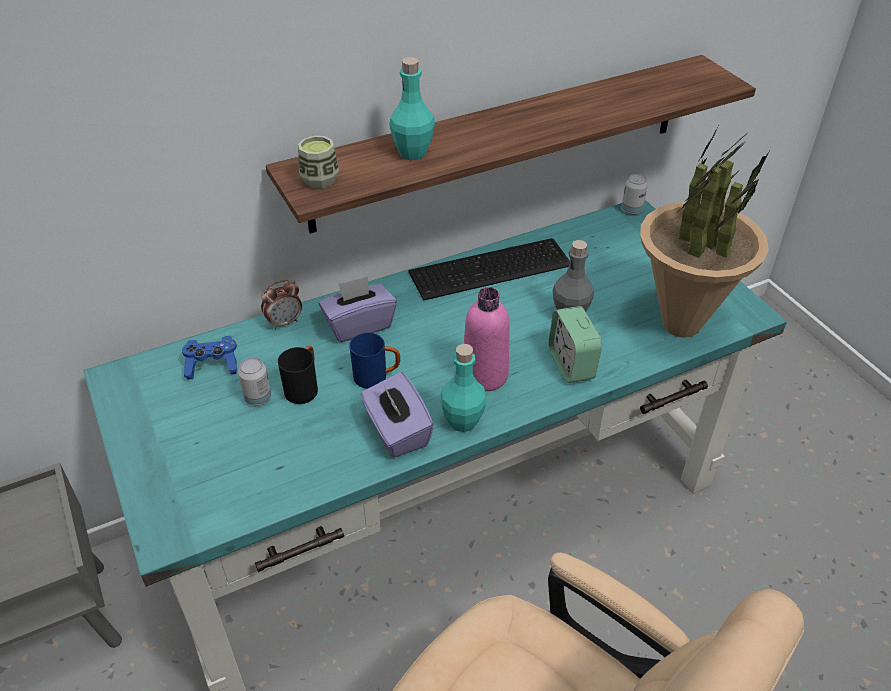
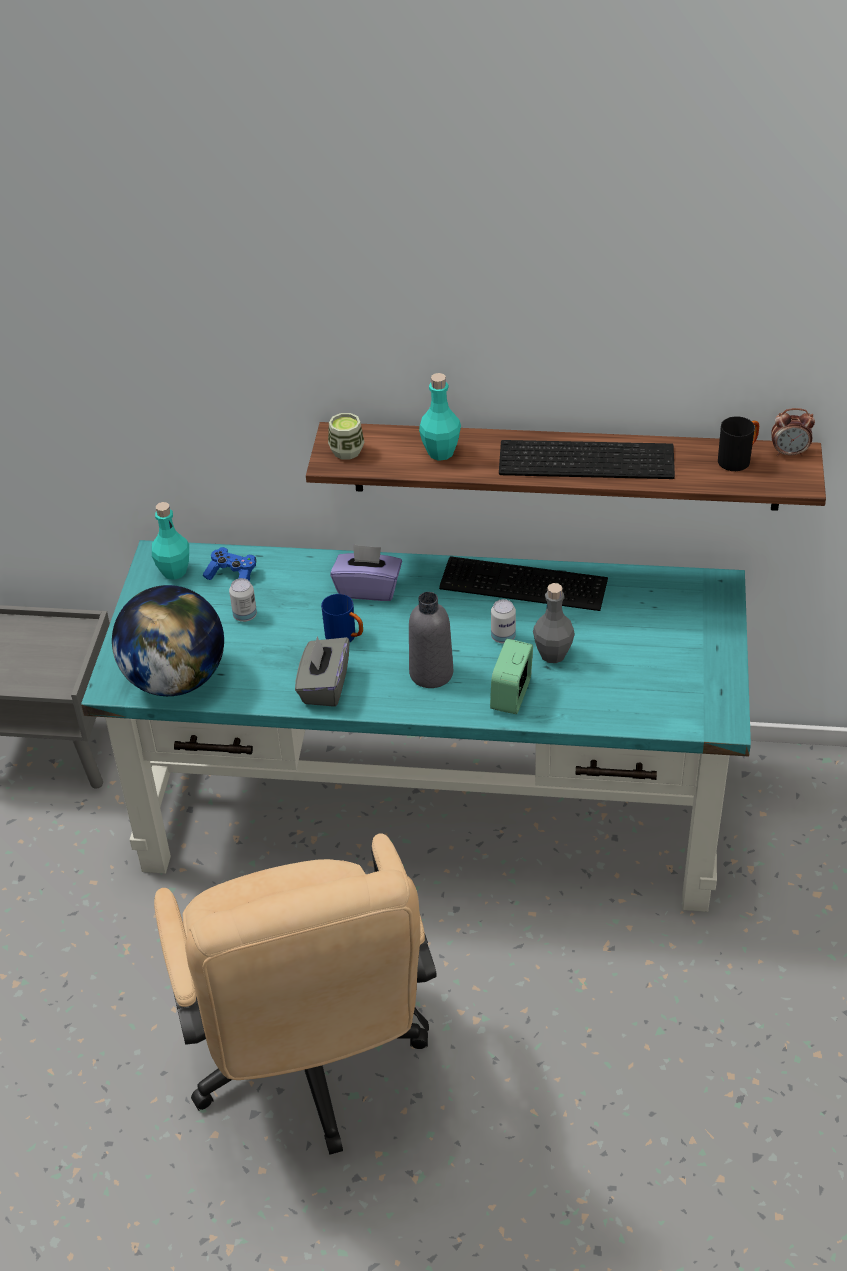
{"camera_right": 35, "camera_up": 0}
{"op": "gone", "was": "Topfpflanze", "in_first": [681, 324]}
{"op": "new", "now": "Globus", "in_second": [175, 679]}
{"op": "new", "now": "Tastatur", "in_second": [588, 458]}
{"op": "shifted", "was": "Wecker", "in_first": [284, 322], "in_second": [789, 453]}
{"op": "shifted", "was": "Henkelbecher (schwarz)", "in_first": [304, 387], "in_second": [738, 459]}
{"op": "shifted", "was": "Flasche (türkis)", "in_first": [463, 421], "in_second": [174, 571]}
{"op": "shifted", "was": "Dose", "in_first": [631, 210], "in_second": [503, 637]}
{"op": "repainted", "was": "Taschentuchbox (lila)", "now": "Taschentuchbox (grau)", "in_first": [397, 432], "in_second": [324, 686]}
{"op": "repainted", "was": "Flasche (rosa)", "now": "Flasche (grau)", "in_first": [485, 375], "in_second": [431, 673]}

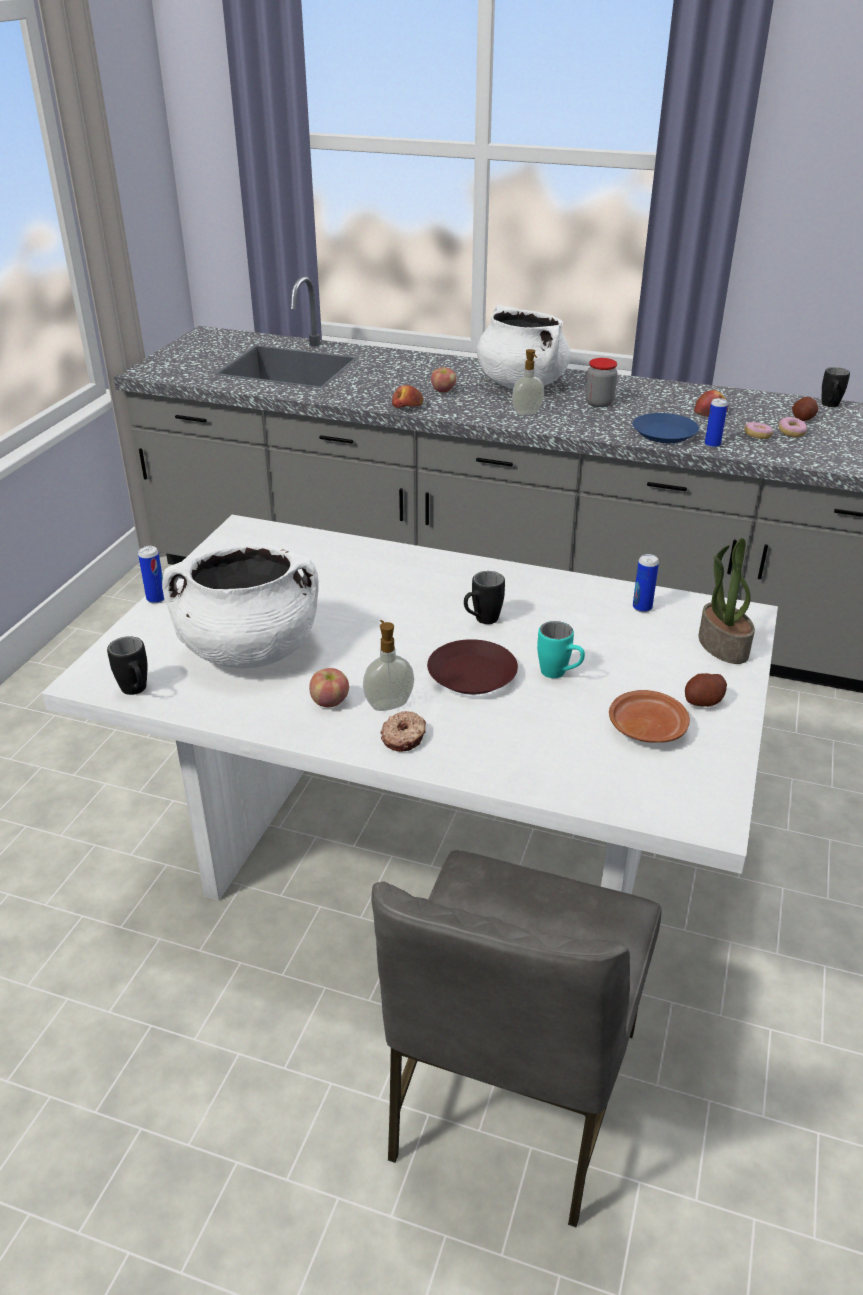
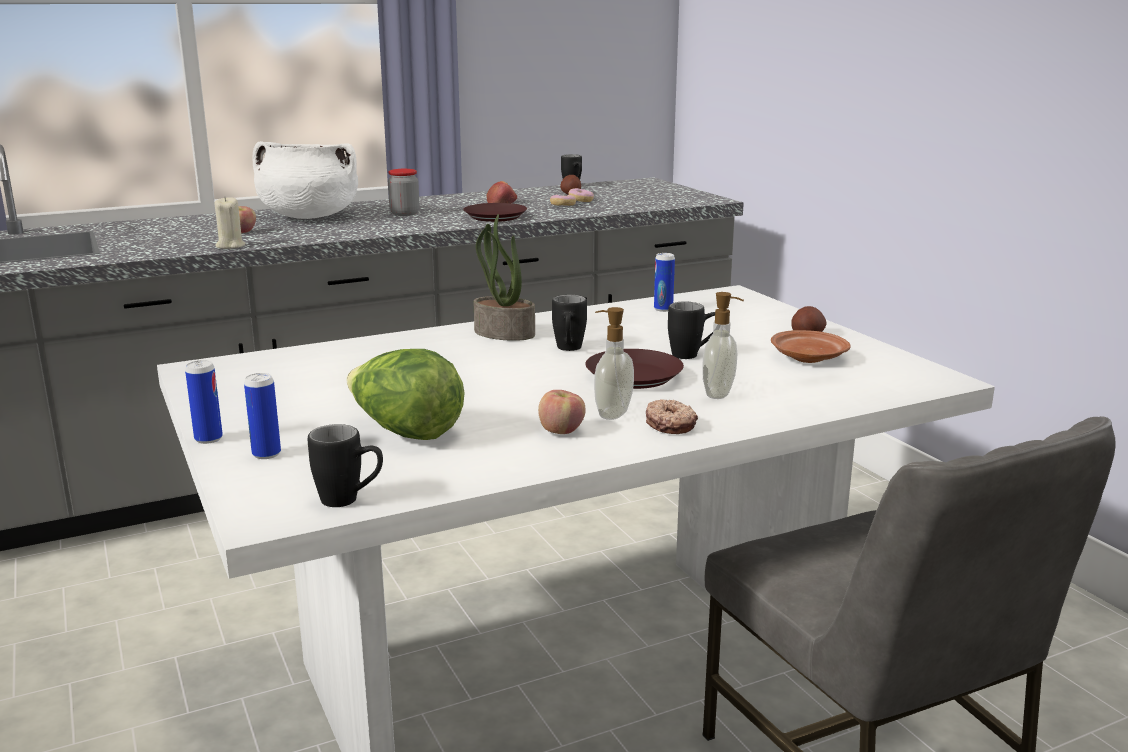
{"camera_right": -45, "camera_up": -15}
{"op": "shifted", "was": "Seifenspender", "in_first": [527, 413], "in_second": [719, 394]}
{"op": "shifted", "was": "Topfpflanze", "in_first": [721, 645], "in_second": [503, 333]}
{"op": "shifted", "was": "Dose", "in_first": [712, 445], "in_second": [266, 454]}
{"op": "swapped", "was": "Kochtopf (weiß)", "now": "Salatkopf", "in_first": [249, 650], "in_second": [405, 432]}
{"op": "swapped", "was": "Apfel", "now": "Kerze (beige)", "in_first": [407, 407], "in_second": [230, 246]}
{"op": "repainted", "was": "Henkelbecher (türkis)", "now": "Henkelbecher (schwarz)", "in_first": [559, 675], "in_second": [693, 355]}
{"op": "repainted", "was": "Teller (blau)", "now": "Teller (braun)", "in_first": [664, 433], "in_second": [494, 217]}

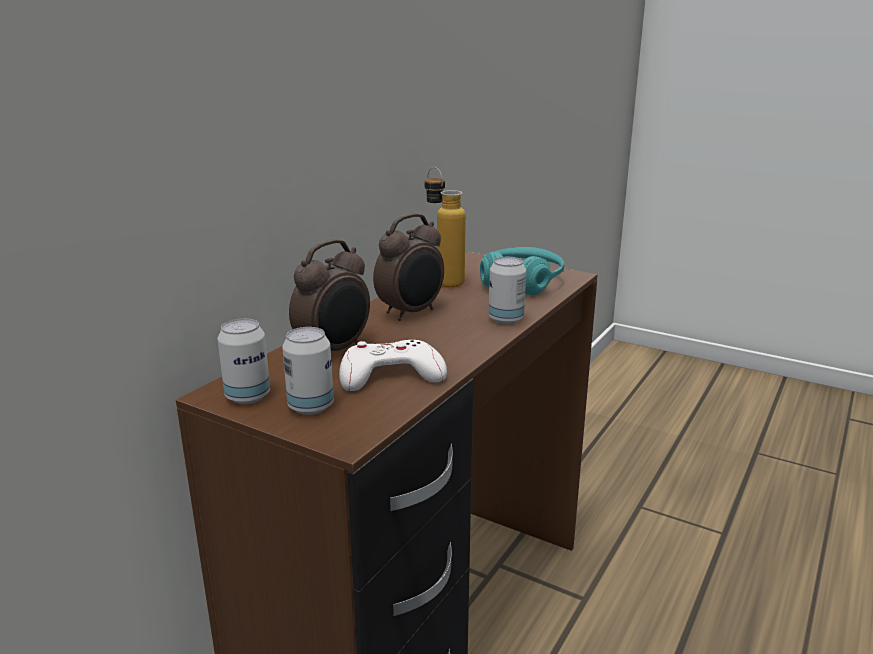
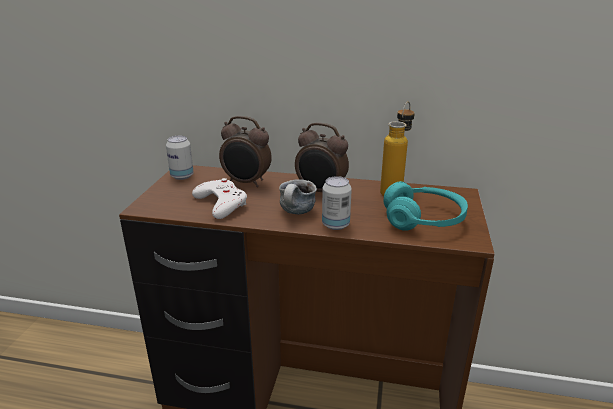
{"camera_right": 70, "camera_up": 5}
{"op": "gone", "was": "Dose", "in_first": [311, 407]}
{"op": "new", "now": "Henkelbecher", "in_second": [297, 213]}

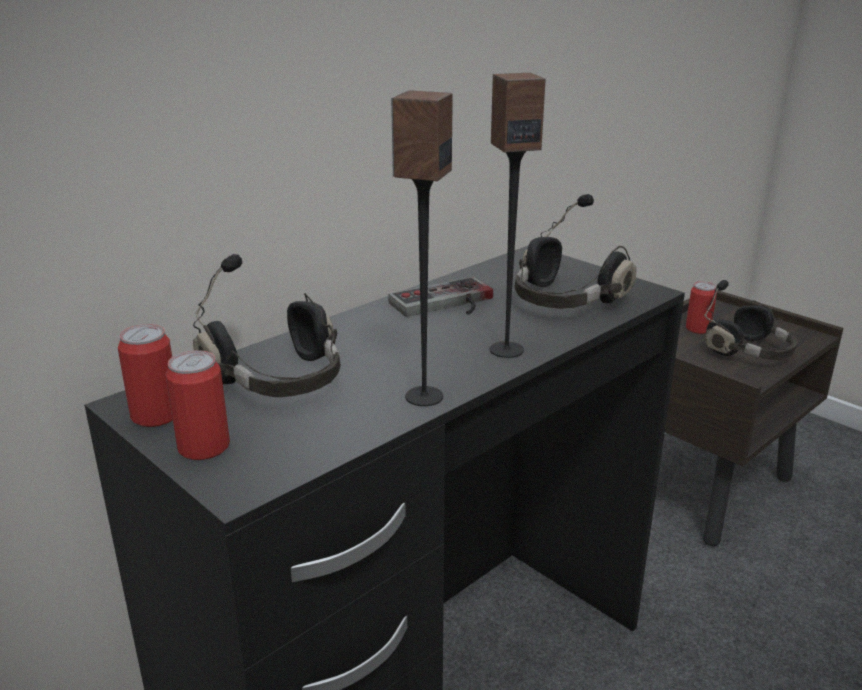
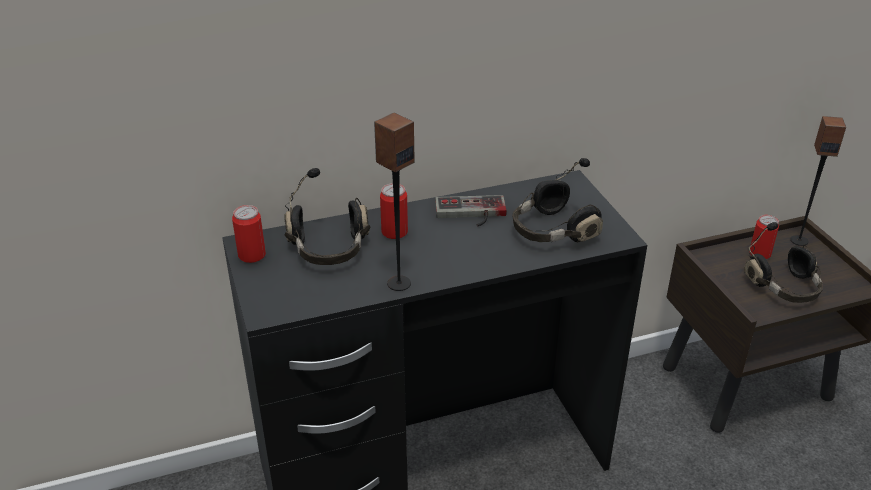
{"camera_right": 25, "camera_up": 10}
{"op": "shifted", "was": "Dose", "in_first": [203, 447], "in_second": [394, 232]}
{"op": "shifted", "was": "Lautsprecher", "in_first": [506, 349], "in_second": [799, 240]}

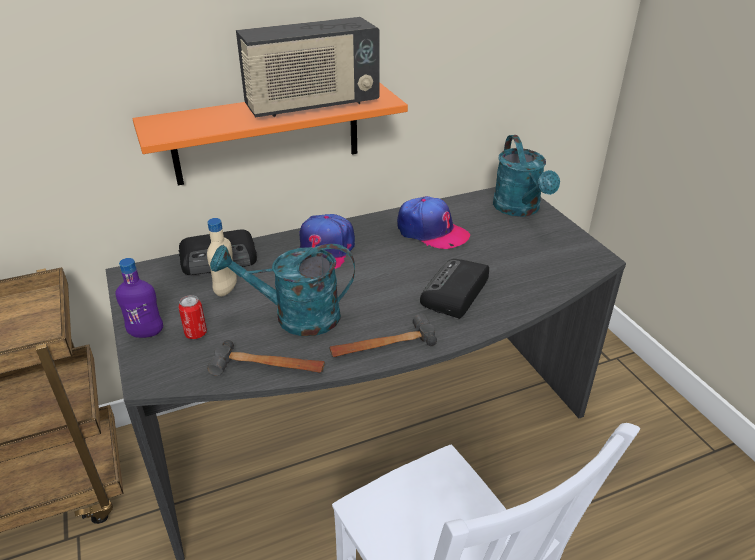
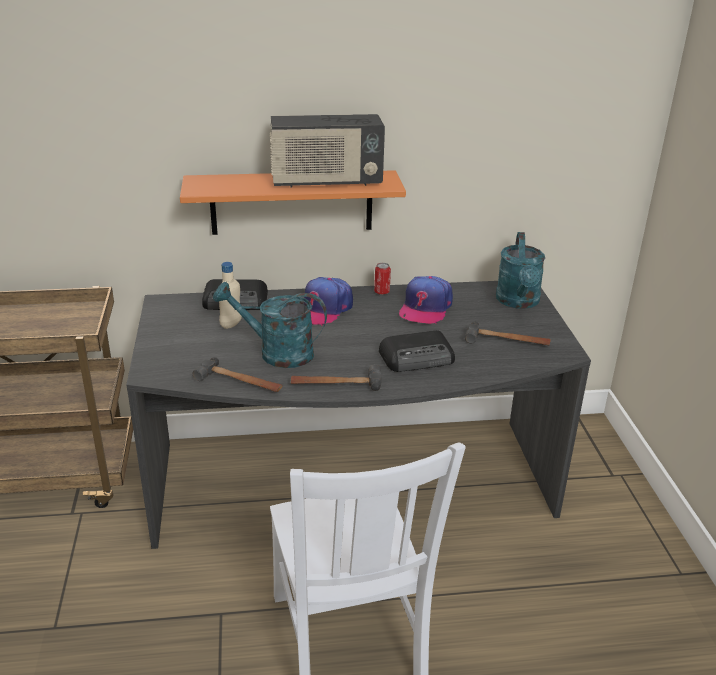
{"camera_right": 15, "camera_up": -5}
{"op": "gone", "was": "Flasche (lila)", "in_first": [146, 333]}
{"op": "new", "now": "Hammer", "in_second": [507, 341]}
{"op": "shifted", "was": "Dose", "in_first": [196, 333], "in_second": [382, 292]}
{"op": "rotated", "was": "Kappe", "in_first": [431, 231], "in_second": [425, 308], "clockwise": 60}
{"op": "rotated", "was": "Radio", "in_first": [455, 293], "in_second": [418, 357], "clockwise": -150}

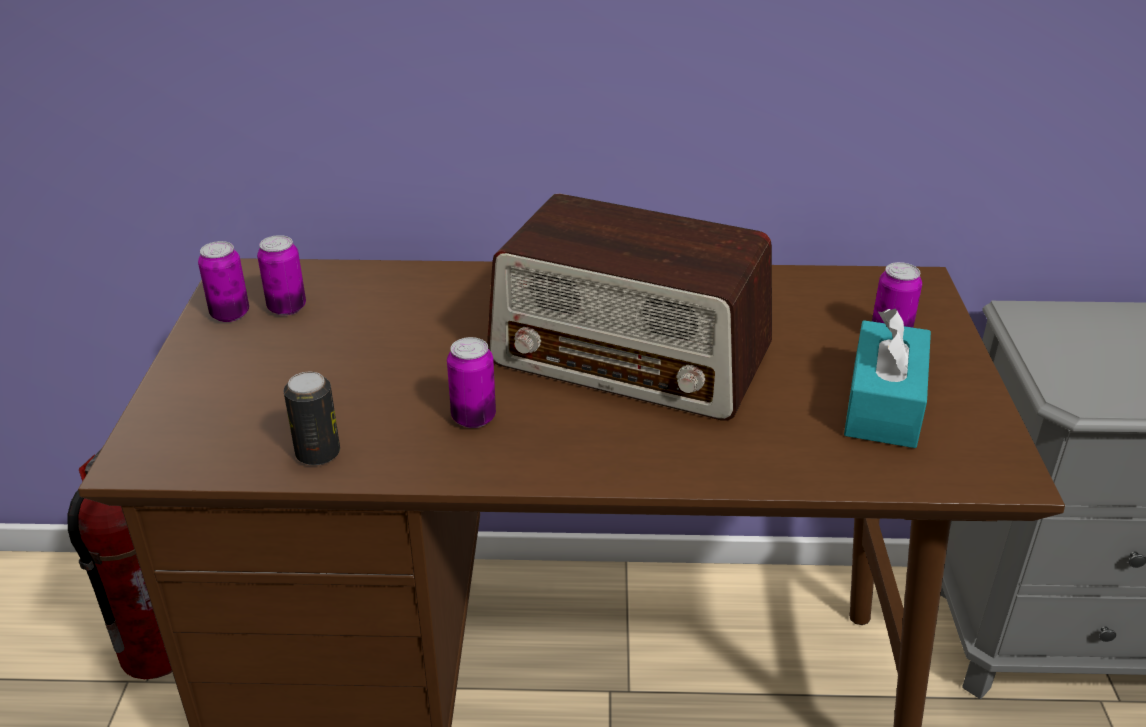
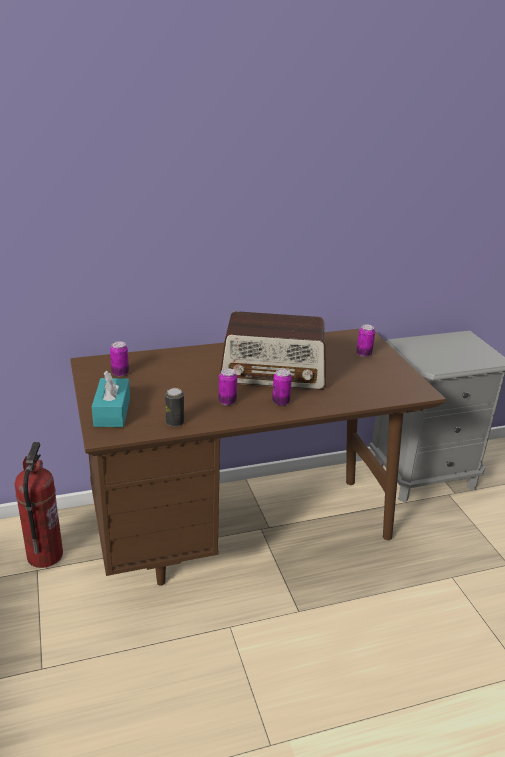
{"camera_right": -20, "camera_up": -5}
{"op": "shifted", "was": "Dose", "in_first": [230, 314], "in_second": [280, 402]}
{"op": "shifted", "was": "Taschentuchbox (türkis)", "in_first": [883, 404], "in_second": [112, 412]}

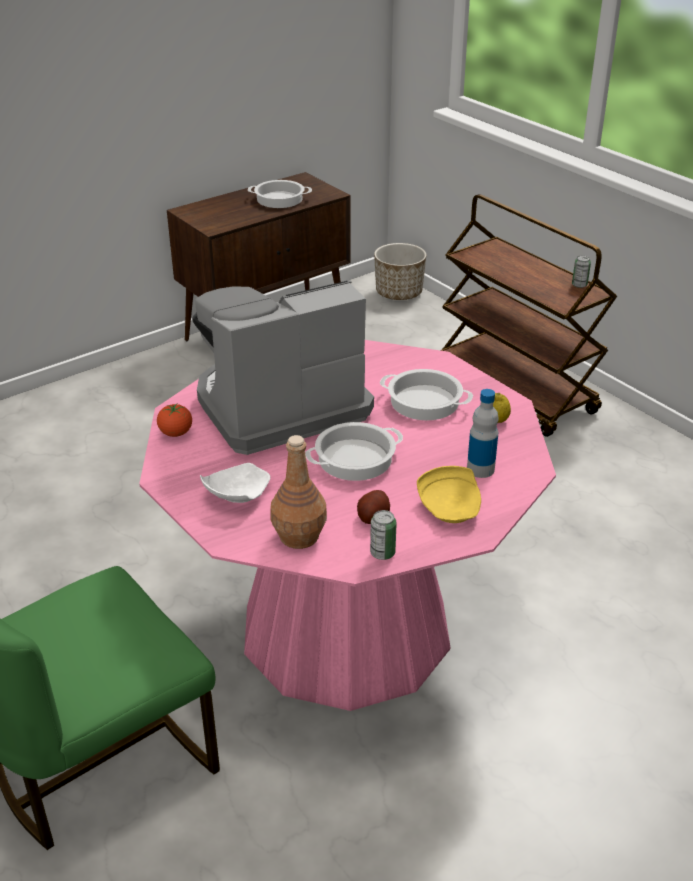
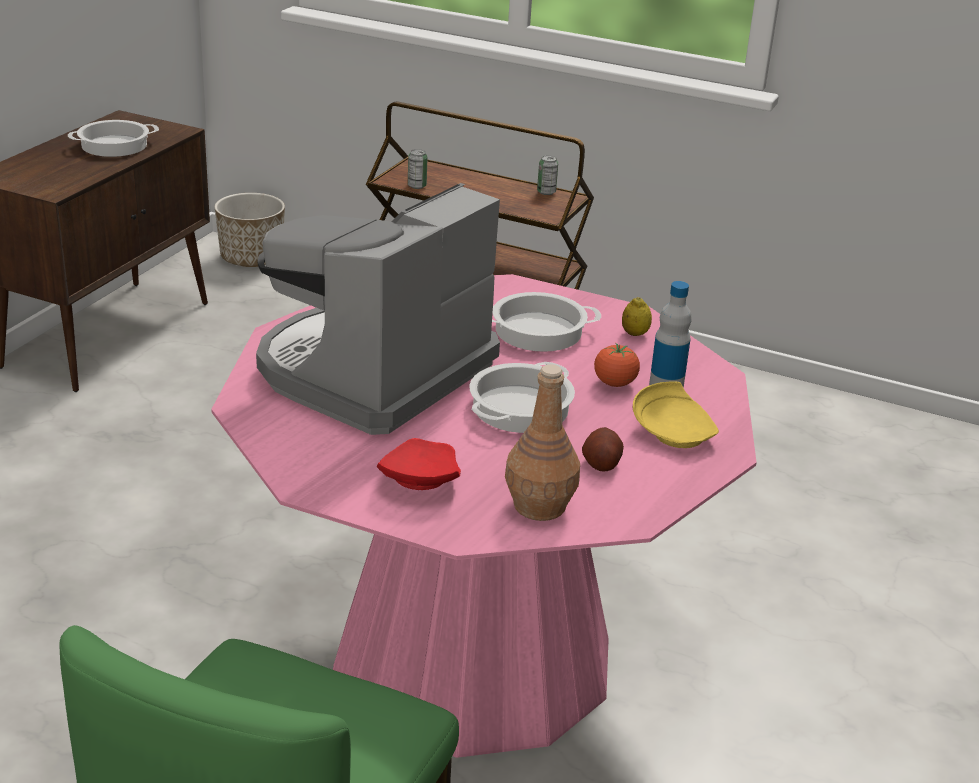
{"camera_right": -30, "camera_up": -5}
{"op": "shifted", "was": "Tomate", "in_first": [176, 433], "in_second": [614, 383]}
{"op": "shifted", "was": "Dose", "in_first": [382, 553], "in_second": [417, 186]}
{"op": "repainted", "was": "Teller (weiß)", "now": "Teller (rot)", "in_first": [236, 494], "in_second": [418, 480]}

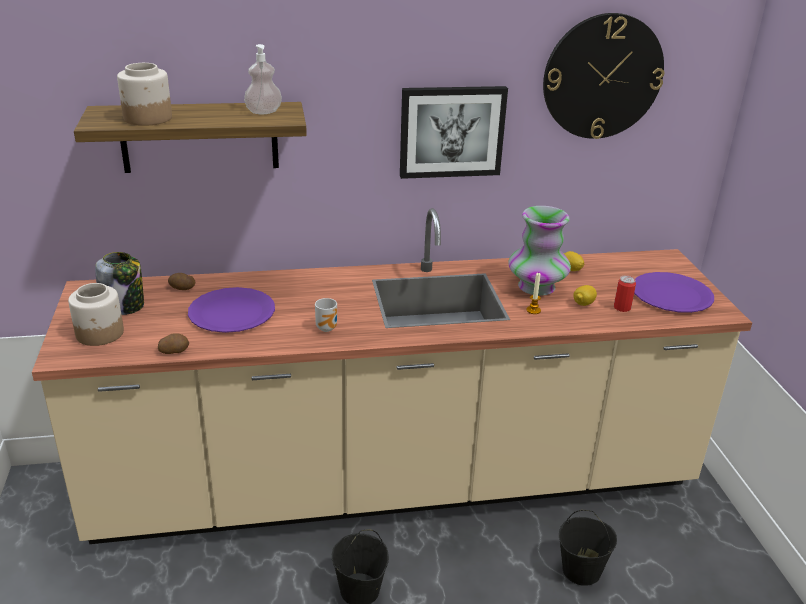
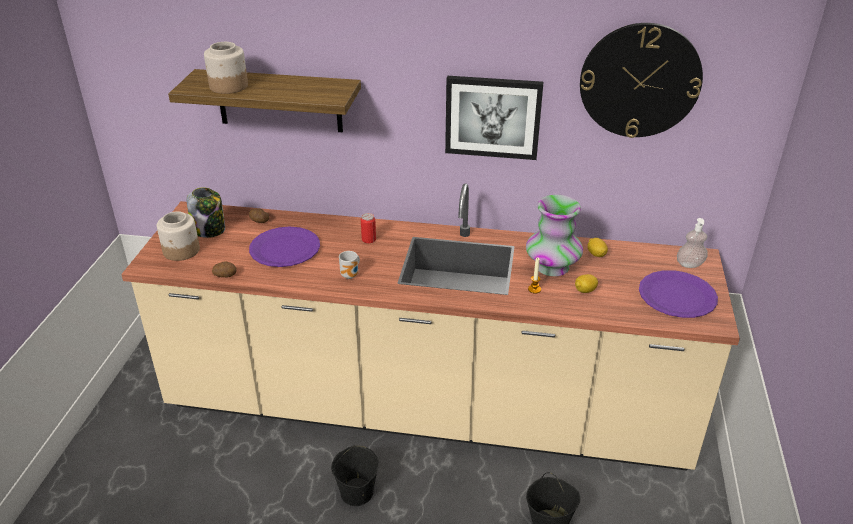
{"camera_right": 20, "camera_up": 5}
{"op": "shifted", "was": "Seifenspender", "in_first": [263, 112], "in_second": [689, 264]}
{"op": "shifted", "was": "Dose", "in_first": [622, 308], "in_second": [368, 239]}

